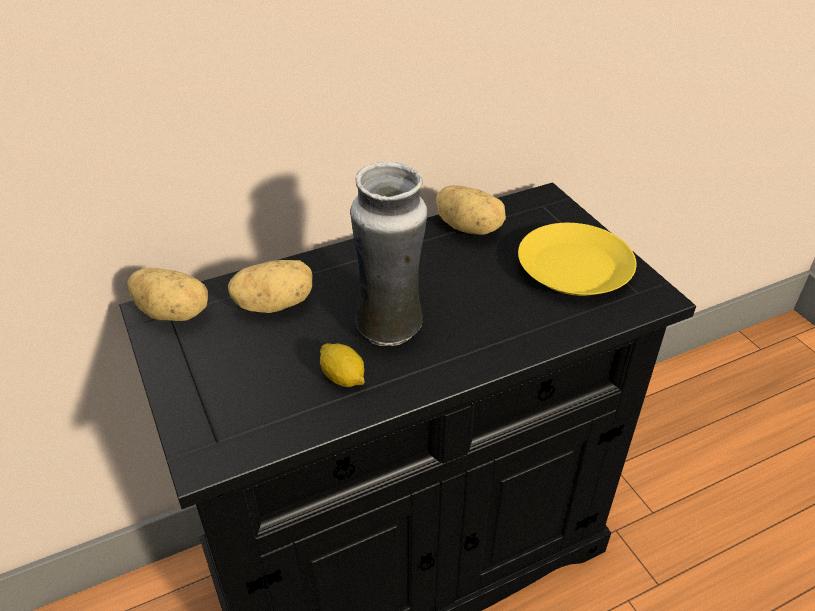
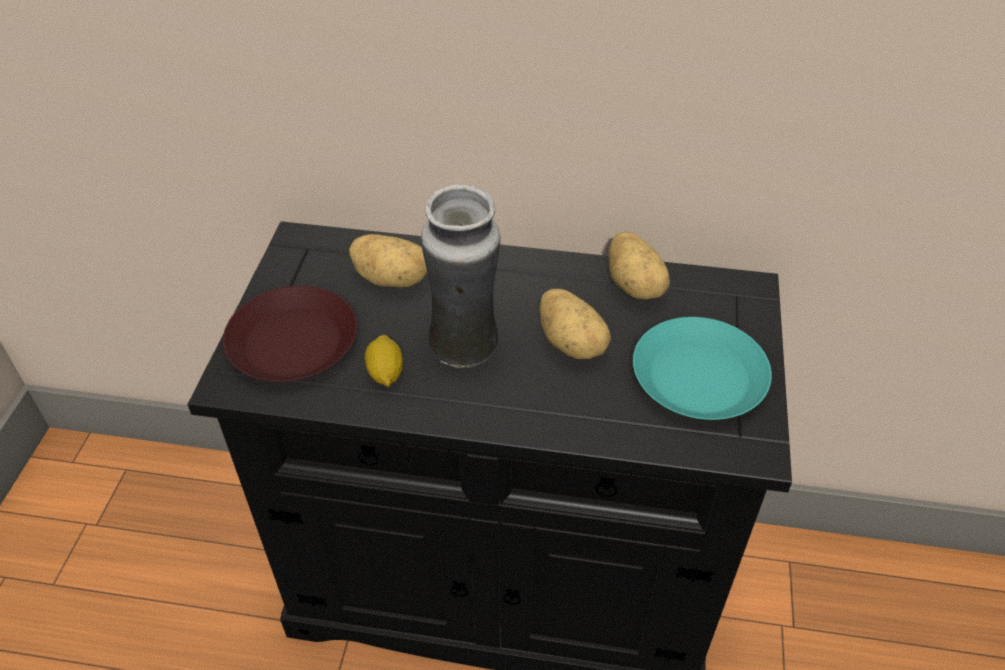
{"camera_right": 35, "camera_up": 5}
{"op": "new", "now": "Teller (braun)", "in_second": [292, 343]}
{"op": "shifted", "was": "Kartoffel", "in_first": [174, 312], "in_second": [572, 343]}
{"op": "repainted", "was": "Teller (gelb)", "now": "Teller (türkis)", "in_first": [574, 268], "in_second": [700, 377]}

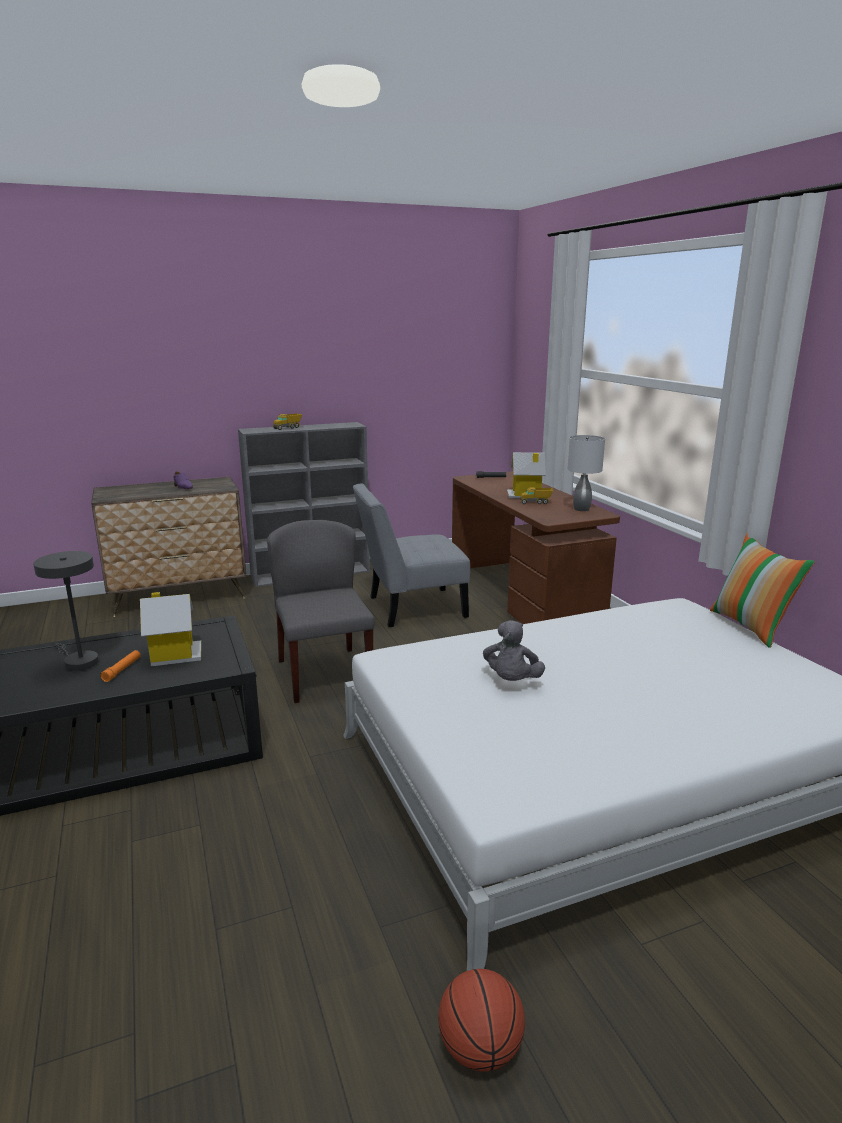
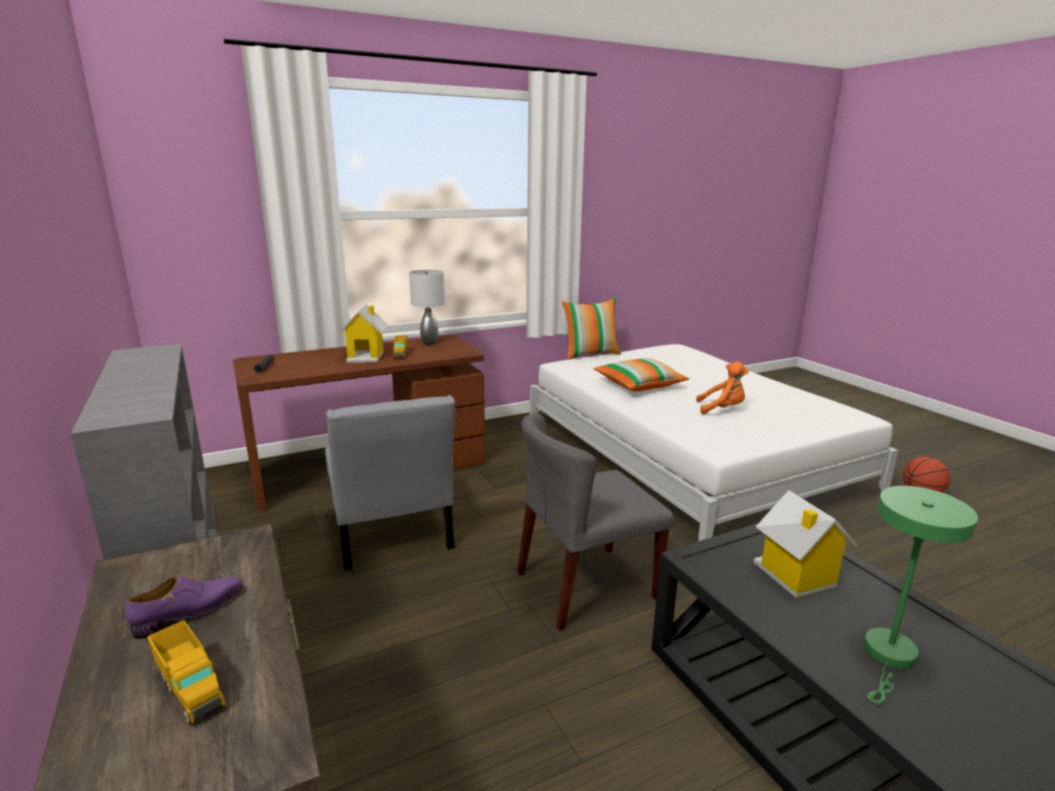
{"camera_right": -95, "camera_up": 0}
{"op": "gone", "was": "Taschenlampe (orange)", "in_first": [122, 670]}
{"op": "new", "now": "Kissen", "in_second": [639, 385]}
{"op": "shifted", "was": "Spielzeuglaster", "in_first": [288, 428], "in_second": [190, 690]}
{"op": "repainted", "was": "Tischlampe (grau)", "now": "Tischlampe (grün)", "in_first": [78, 661], "in_second": [889, 657]}
{"op": "repainted", "was": "Plüschtier (grau)", "now": "Plüschtier (orange)", "in_first": [511, 681], "in_second": [722, 409]}

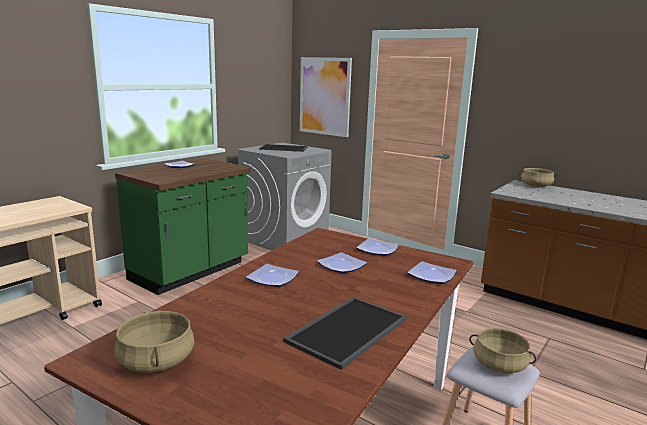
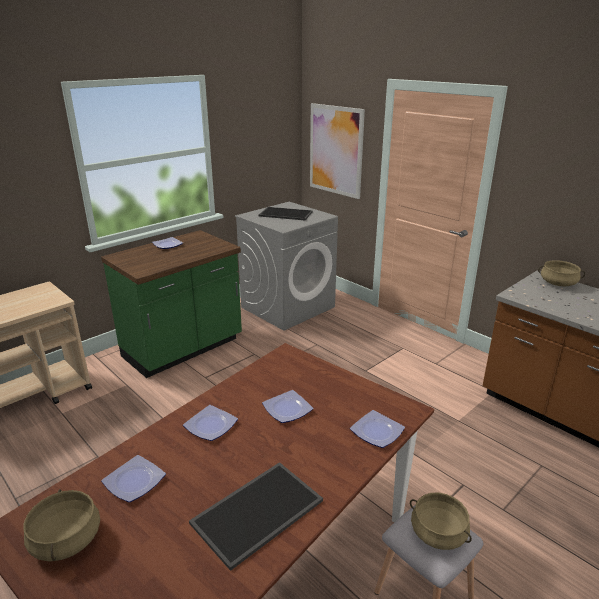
{"camera_right": 10, "camera_up": 10}
{"op": "shifted", "was": "Teller", "in_first": [376, 250], "in_second": [133, 481]}

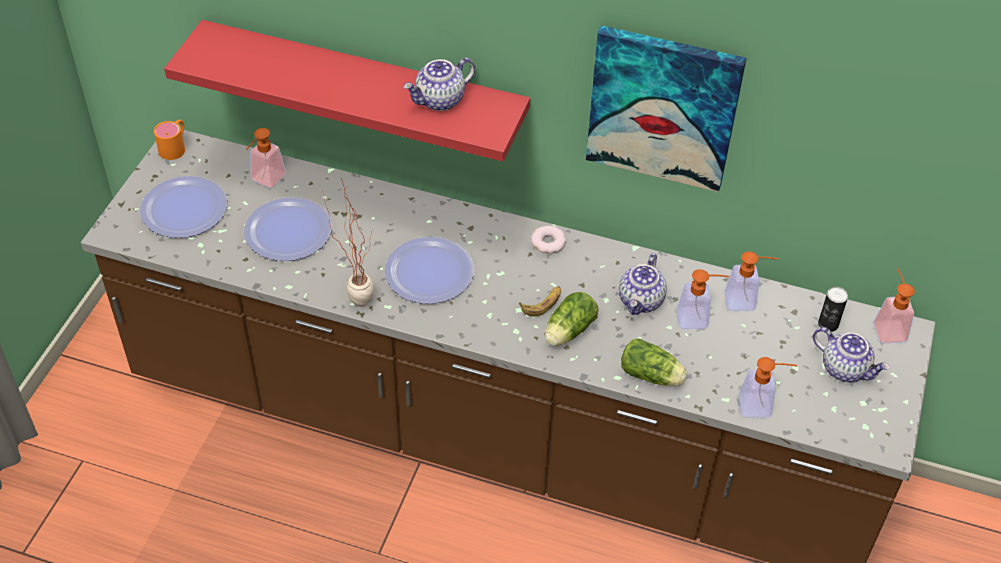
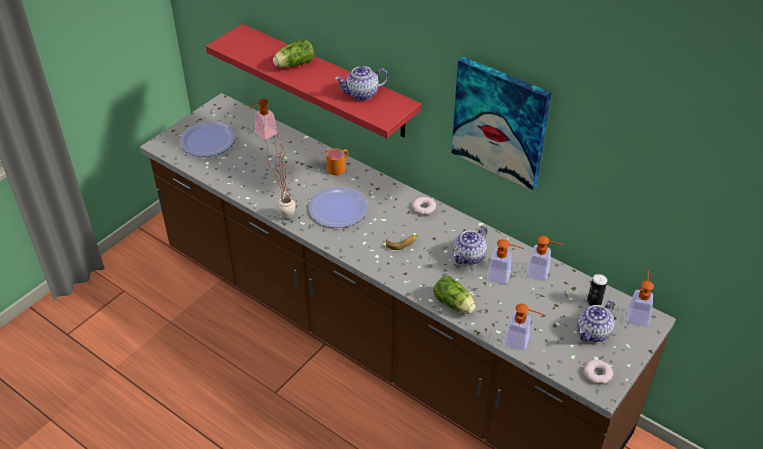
{"camera_right": 20, "camera_up": -5}
{"op": "gone", "was": "Teller", "in_first": [288, 231]}
{"op": "new", "now": "Donut", "in_second": [597, 374]}
{"op": "shifted", "was": "Henkelbecher (orange)", "in_first": [175, 146], "in_second": [339, 167]}
{"op": "shifted", "was": "Salatkopf", "in_first": [567, 332], "in_second": [293, 64]}
{"op": "rotated", "was": "Teekanne", "in_first": [845, 368], "in_second": [593, 333], "clockwise": 75}

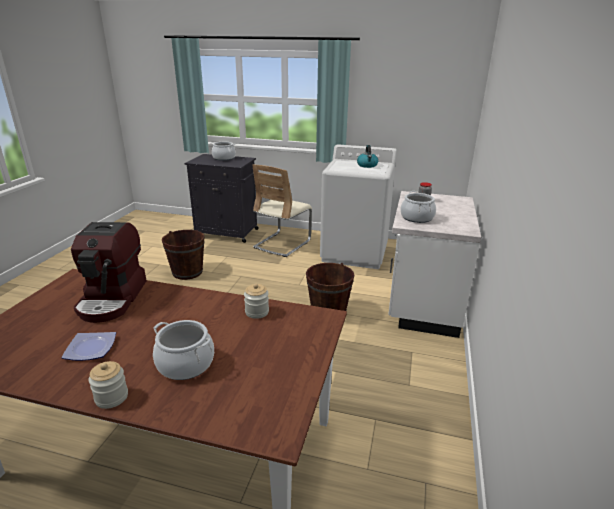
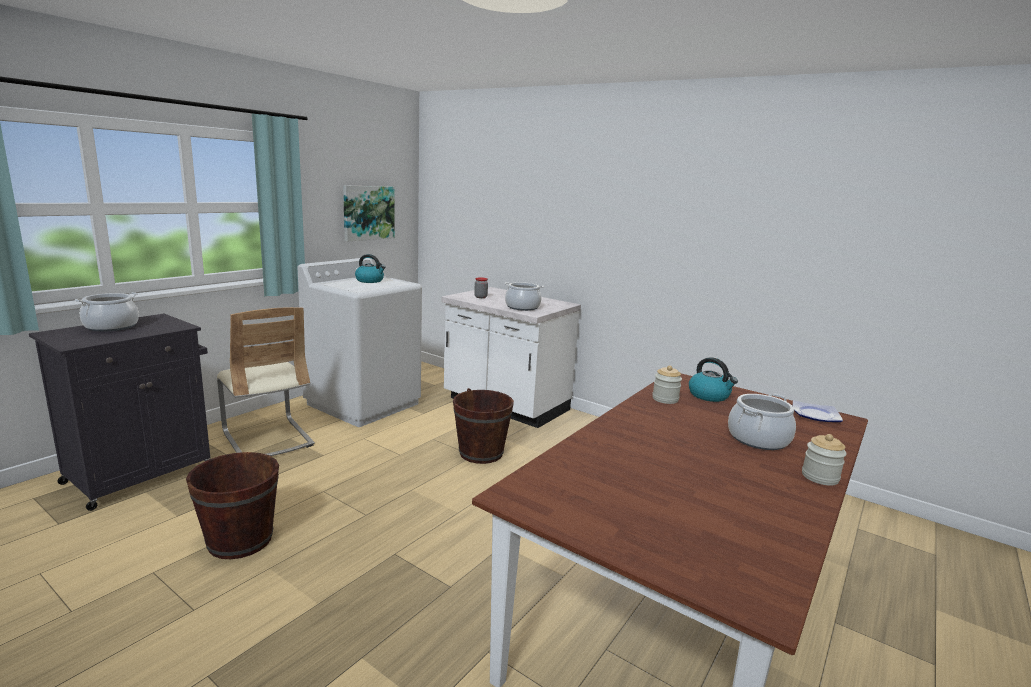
{"camera_right": -70, "camera_up": -10}
{"op": "gone", "was": "Kaffeemaschine", "in_first": [113, 298]}
{"op": "new", "now": "Bild", "in_second": [368, 212]}
{"op": "new", "now": "Wasserkessel", "in_second": [709, 396]}
{"op": "shifted", "was": "Teller", "in_first": [90, 348], "in_second": [815, 415]}

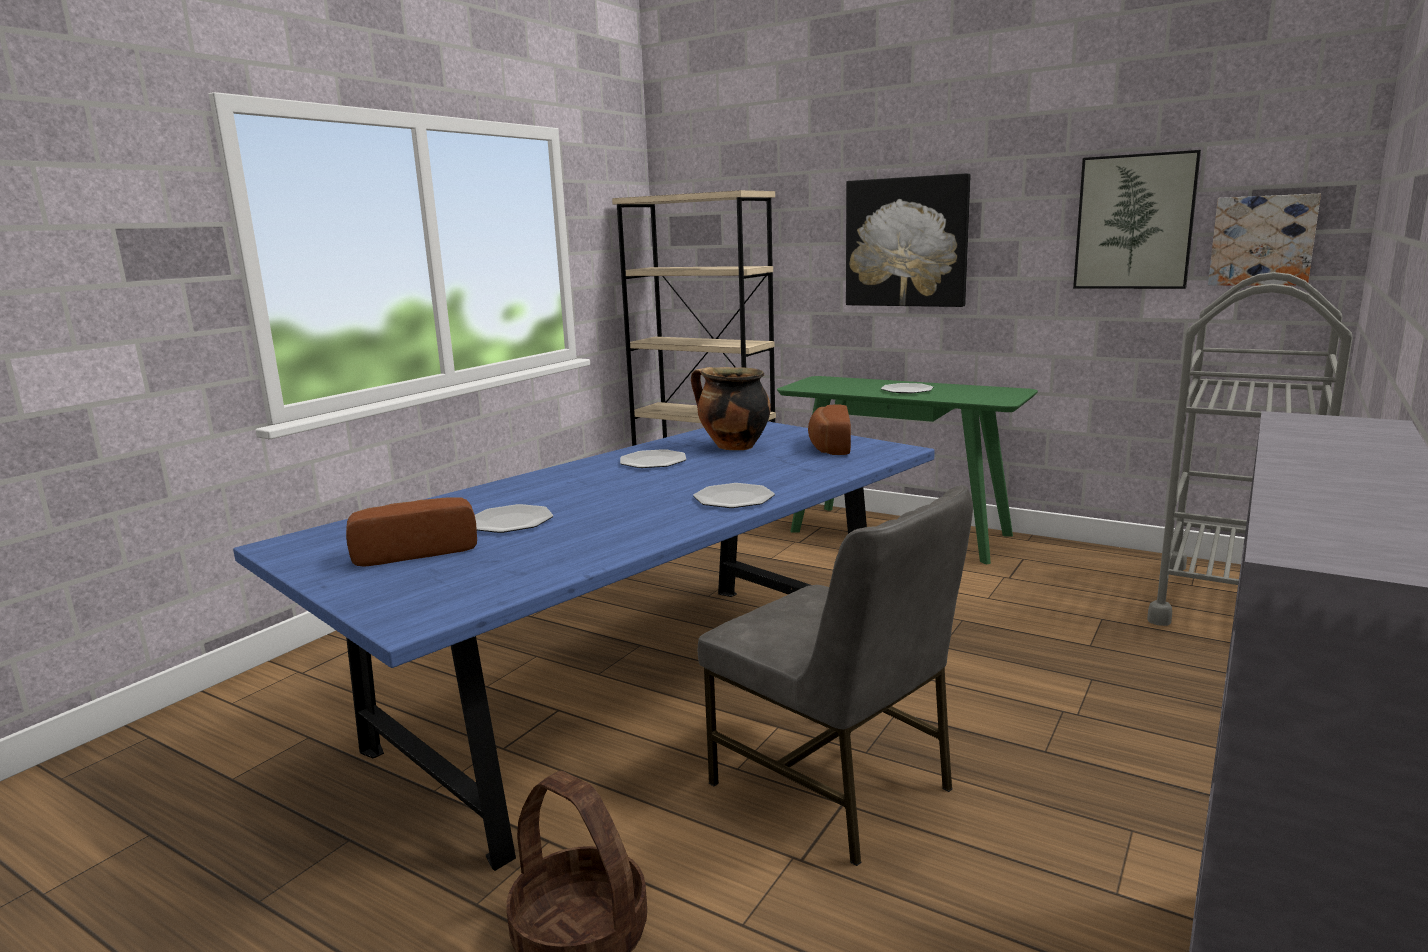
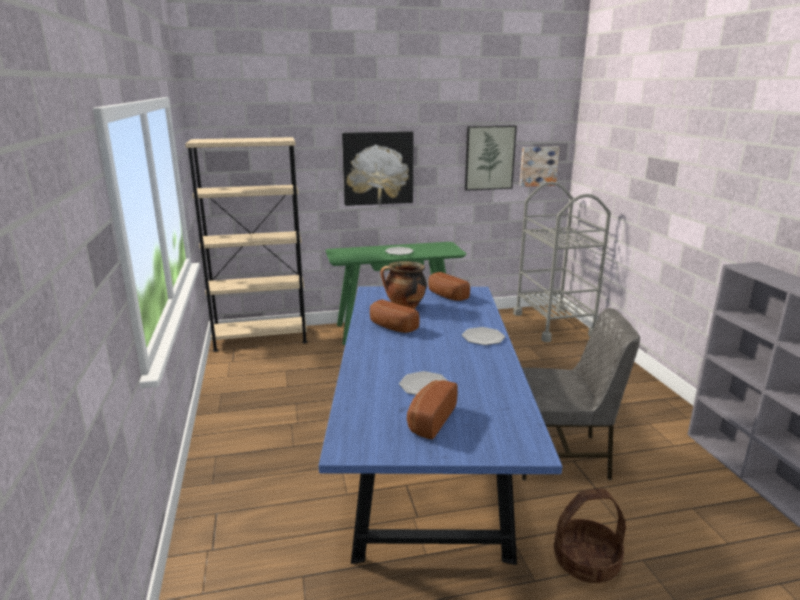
{"camera_right": -45, "camera_up": 5}
{"op": "swapped", "was": "Teller", "now": "Brot", "in_first": [653, 461], "in_second": [391, 327]}

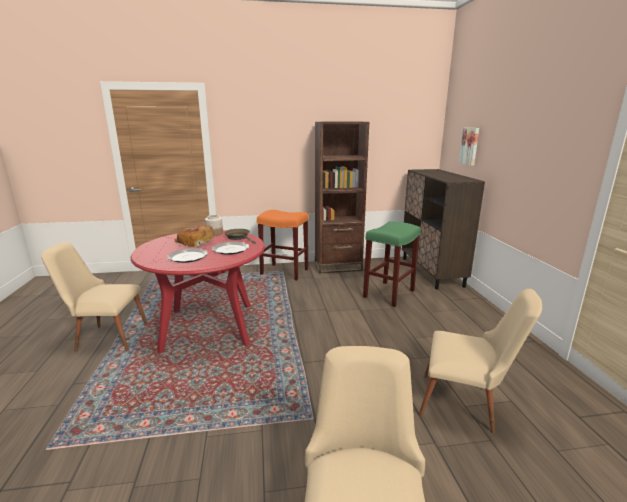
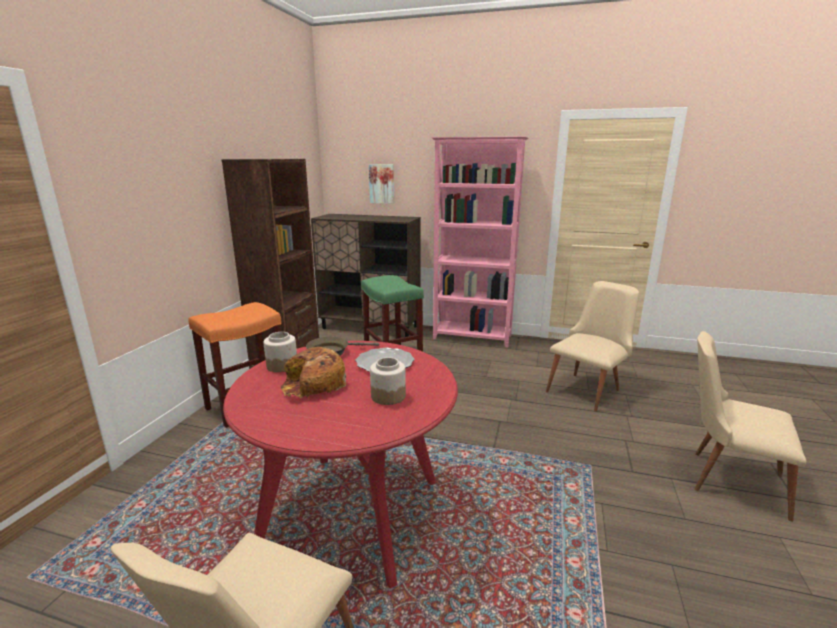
{"camera_right": -65, "camera_up": 0}
{"op": "new", "now": "Bücherregal (rosa)", "in_second": [472, 338]}
{"op": "swapped", "was": "Teller", "now": "Vorratsglas", "in_first": [188, 257], "in_second": [388, 396]}

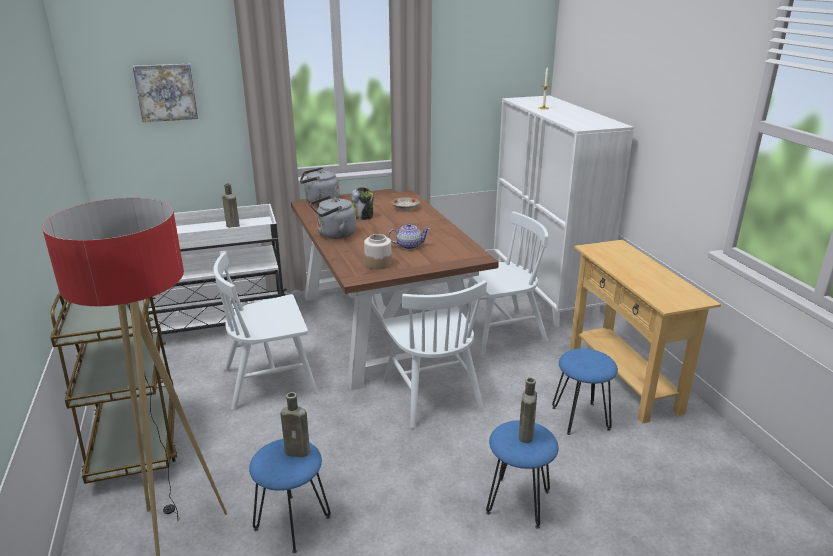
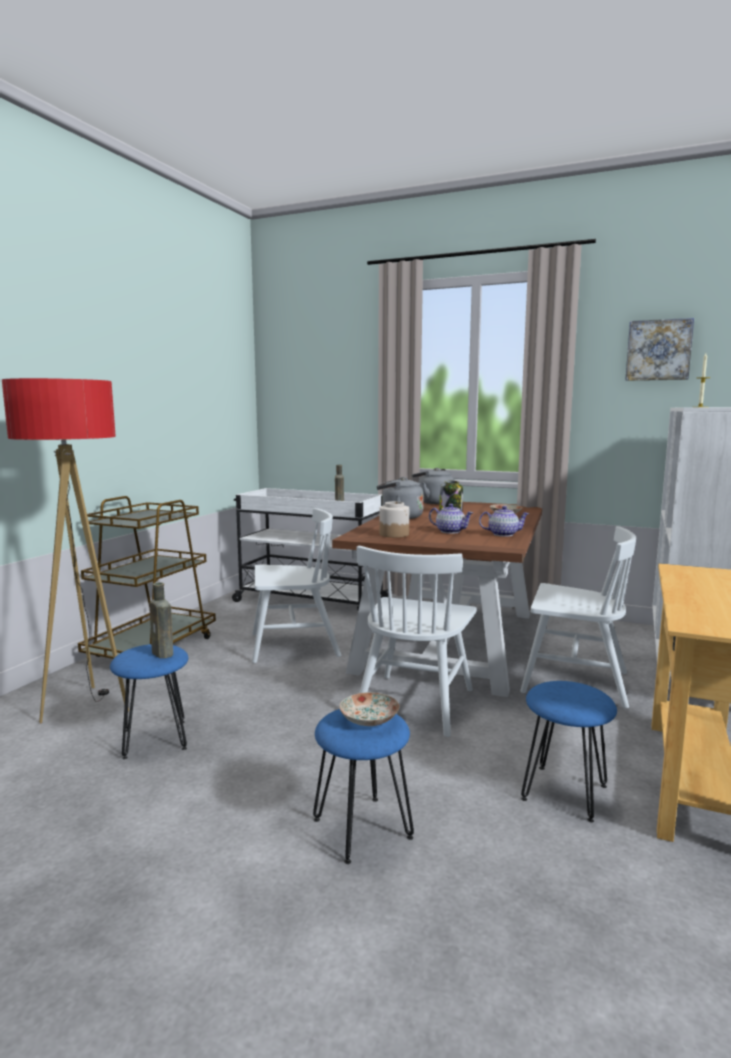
{"camera_right": 40, "camera_up": -15}
{"op": "new", "now": "Teekanne", "in_second": [502, 534]}
{"op": "shifted", "was": "Bild", "in_first": [166, 92], "in_second": [658, 350]}
{"op": "swapped", "was": "Flasche (braun)", "now": "Teller", "in_first": [526, 434], "in_second": [369, 720]}
{"op": "rotated", "was": "Stuhl (weiß)", "in_first": [270, 380], "in_second": [294, 645], "clockwise": 150}

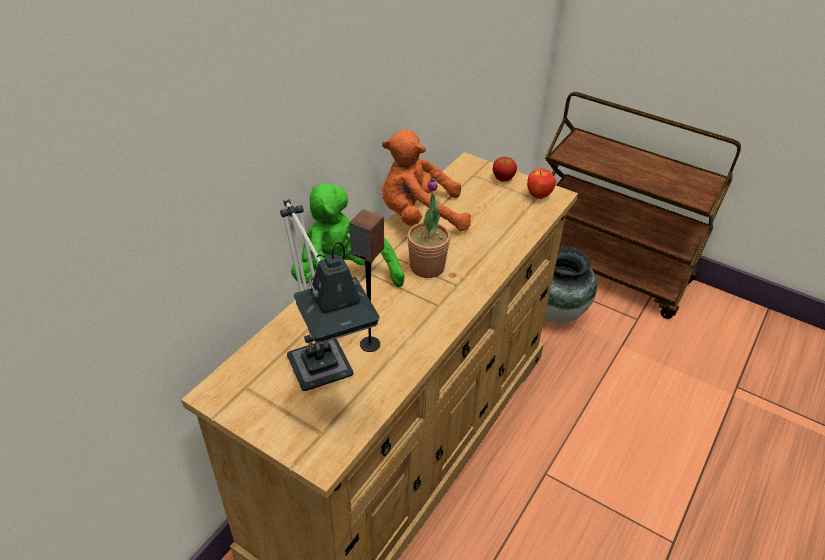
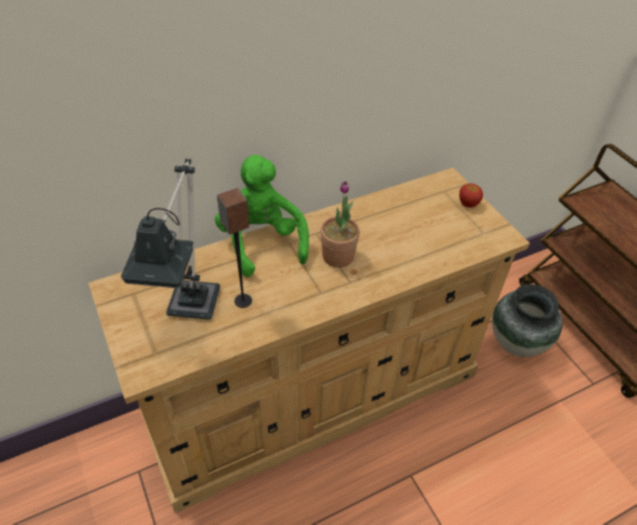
{"camera_right": 30, "camera_up": 5}
{"op": "gone", "was": "Plüschtier (orange)", "in_first": [419, 217]}
{"op": "gone", "was": "Apfel", "in_first": [538, 196]}

